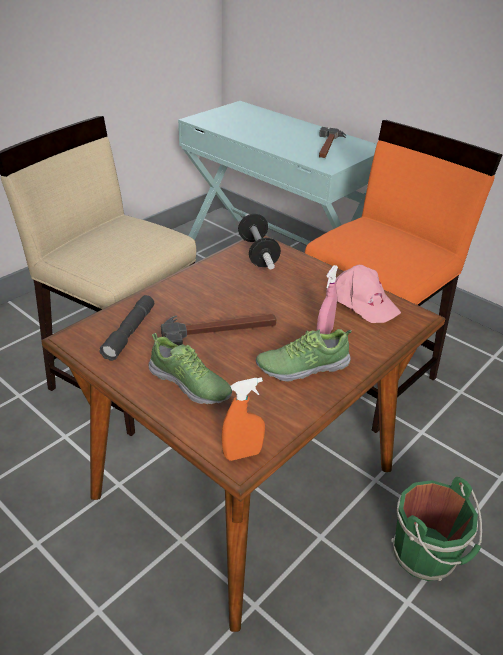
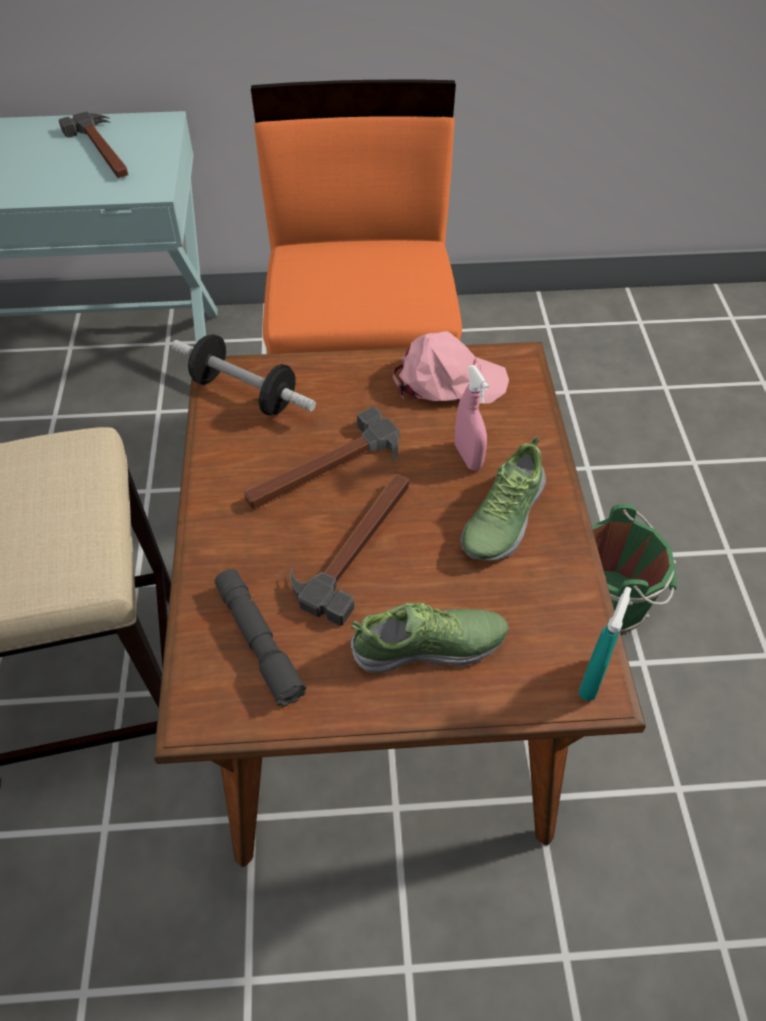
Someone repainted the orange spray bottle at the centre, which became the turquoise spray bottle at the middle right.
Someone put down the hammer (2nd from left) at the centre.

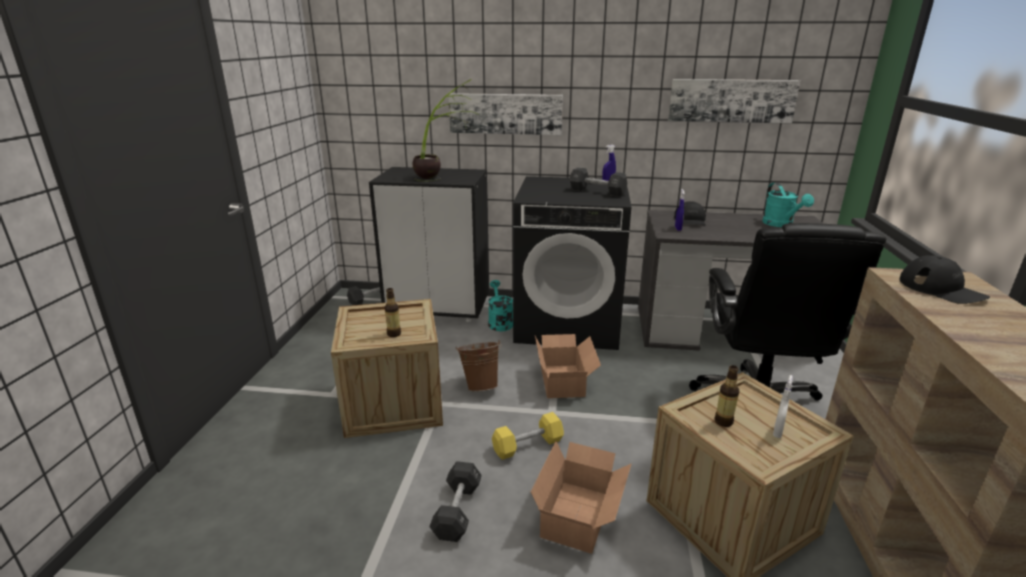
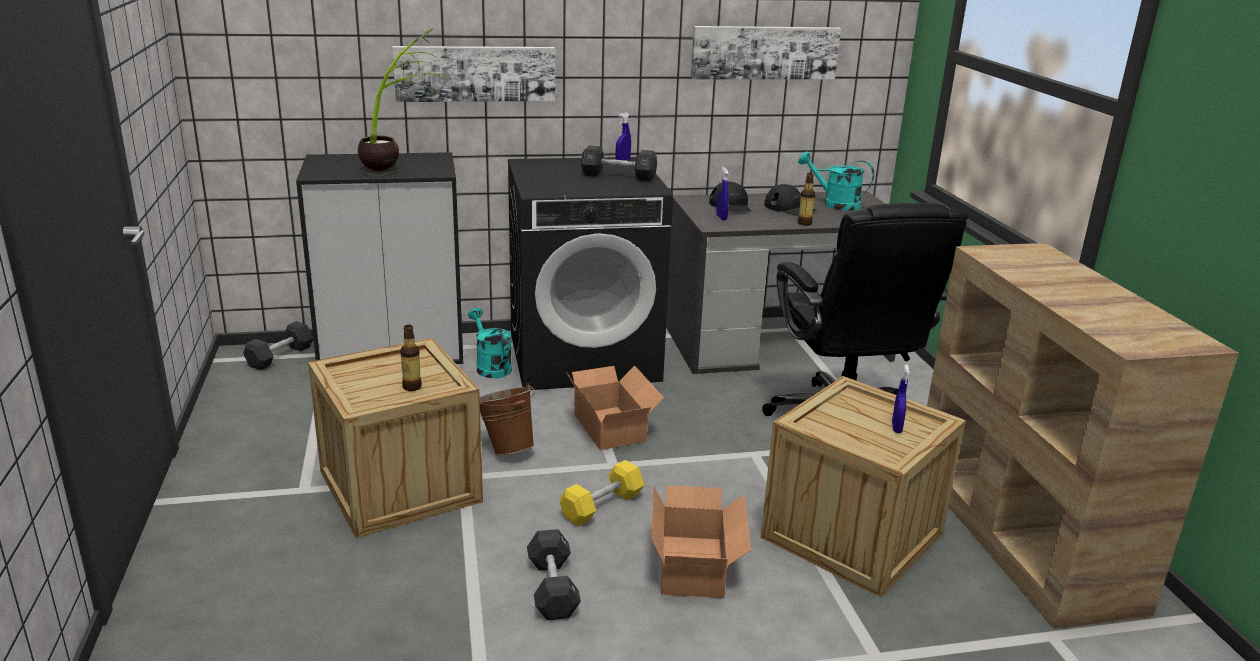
Someone carried the bottle (2nd from left) from the bottom right to the top centre.
Someone rotated the turquoise watering can (2nd from left) at the middle right by 150 degrees clockwise.
Someone repainted the white spray bottle at the bottom right, which became the blue spray bottle (3rd from left) at the middle right.
Someone carried the black cap (2nd from left) from the middle right to the top centre.

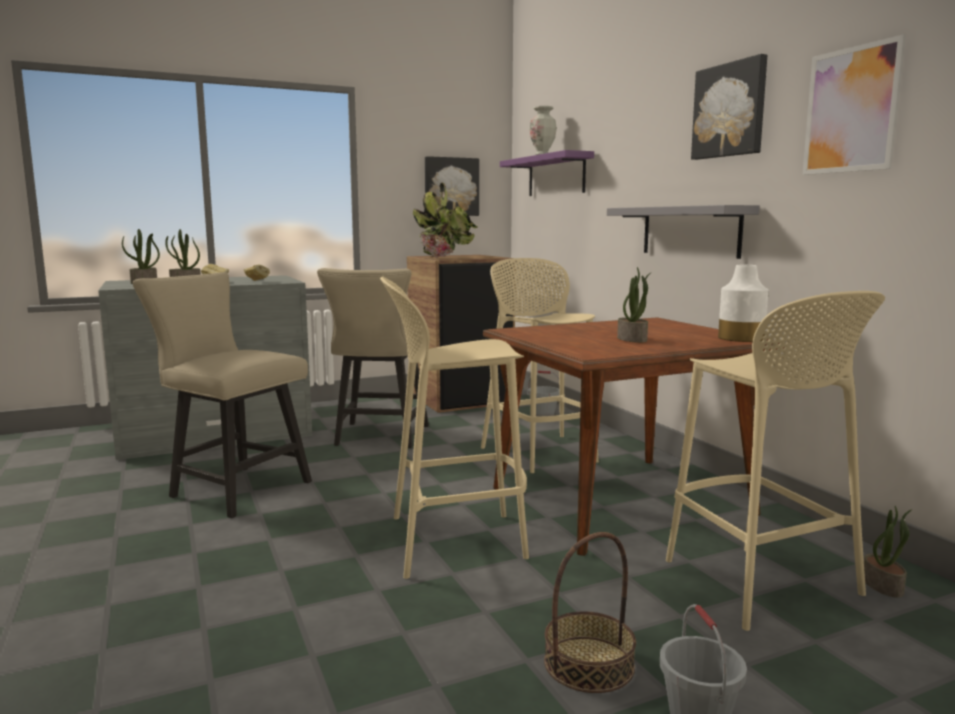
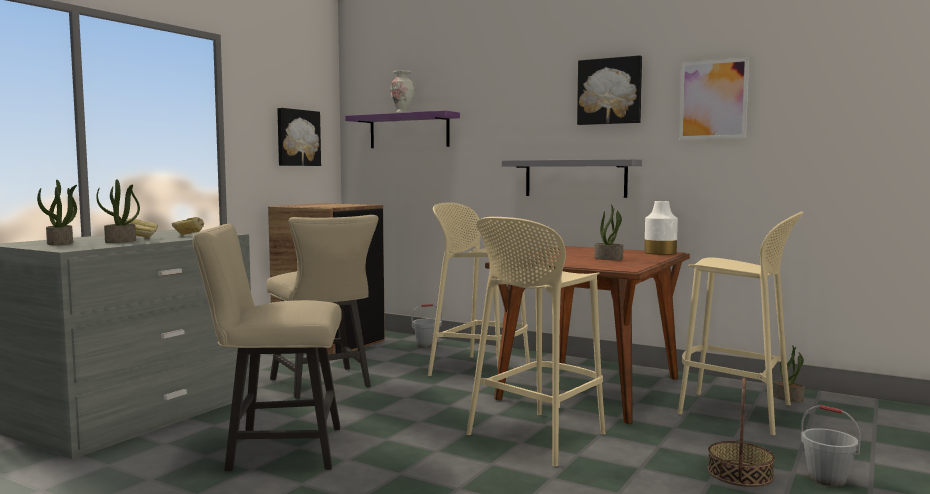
Someone took away the potted plant (3rd from left) at the top centre.

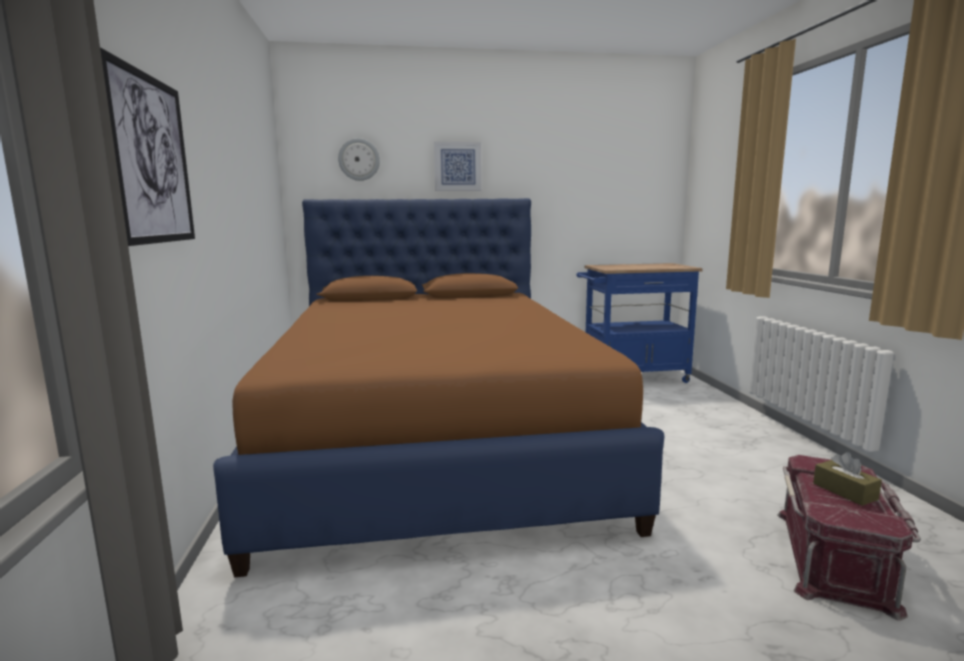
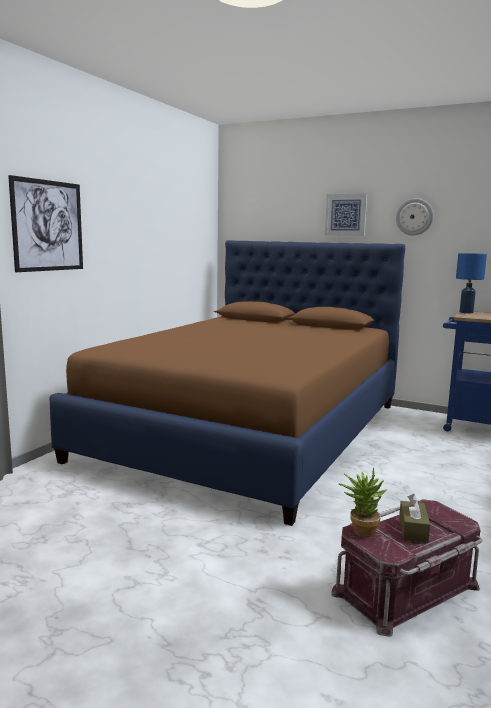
Someone carried the wall clock from the top centre to the top right.
Someone put down the potted plant at the bottom right.
Someone put down the blue table lamp at the middle right.

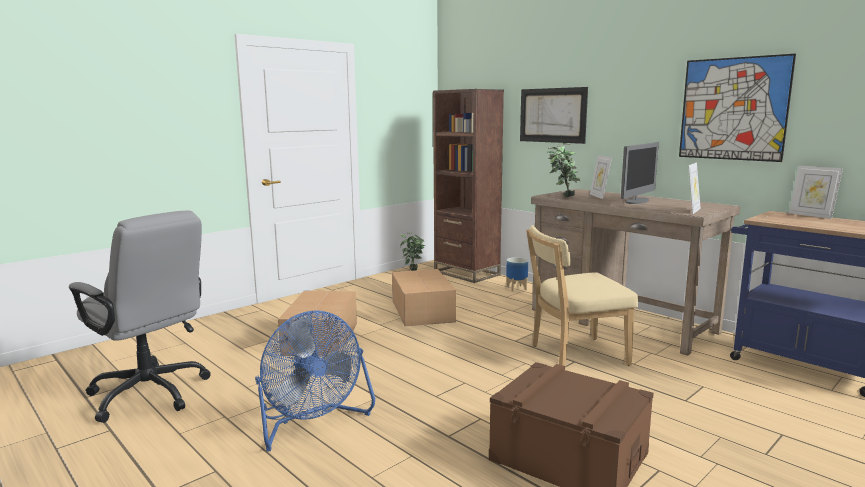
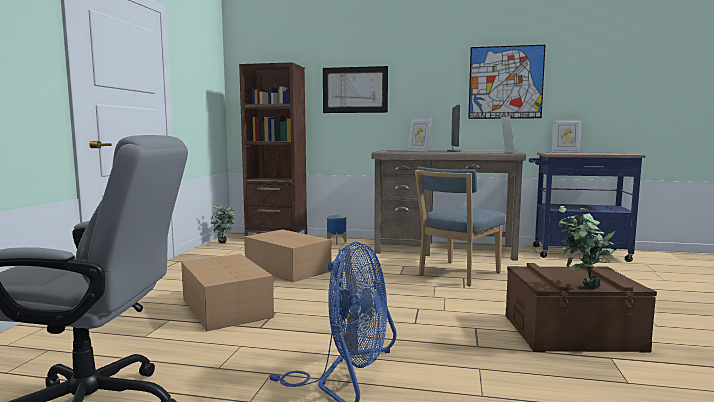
Someone repainted the beige chair at the middle right, which became the blue chair at the centre.
Someone carried the potted plant (2nd from left) from the centre to the middle right.

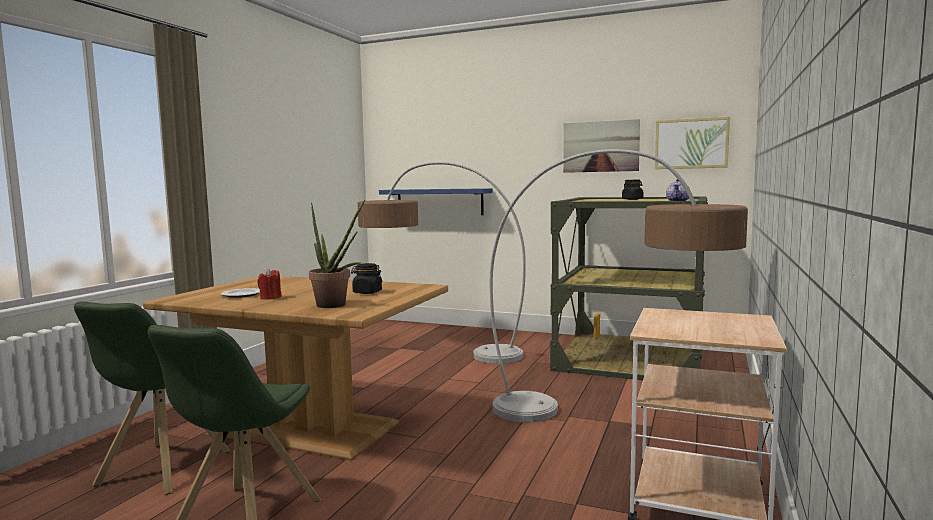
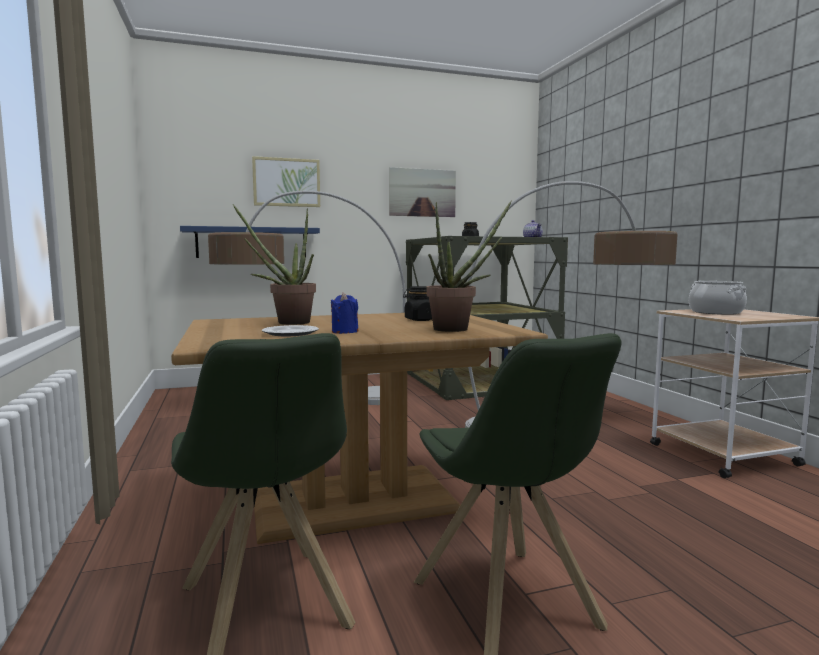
Someone repainted the red candle at the middle left, which became the blue candle at the centre.
Someone carried the picture (2nd from left in the first image) from the top right to the top centre.
Someone put down the potted plant (1st from left) at the centre.
Someone put down the cooking pot at the middle right.

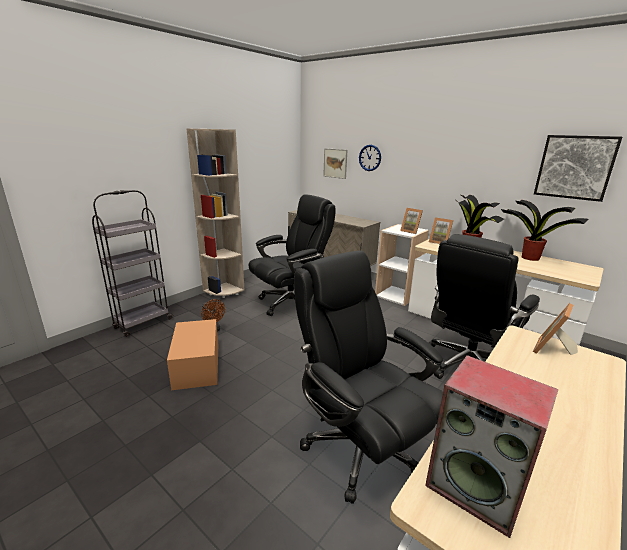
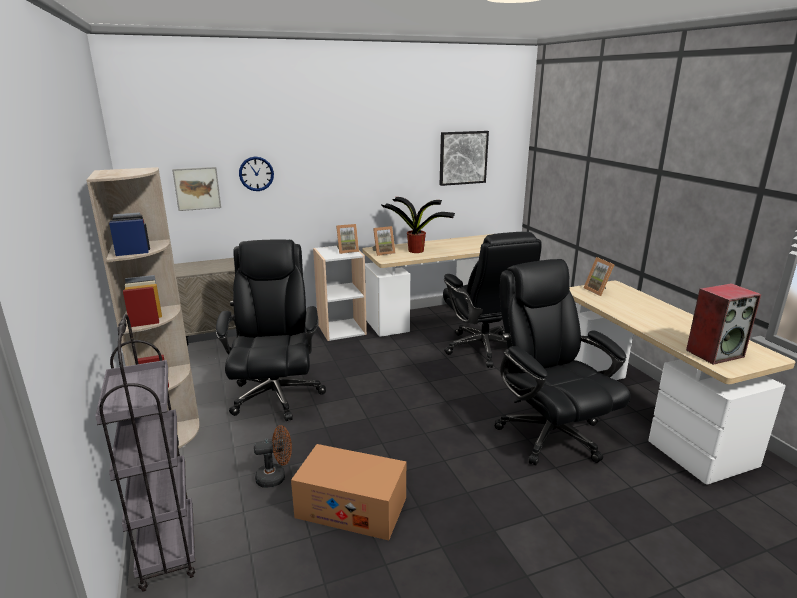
Someone rotated the black office chair (2nd from left in the first image) at the bottom centre by 75 degrees clockwise.
Someone took away the potted plant (2nd from left) at the middle right.

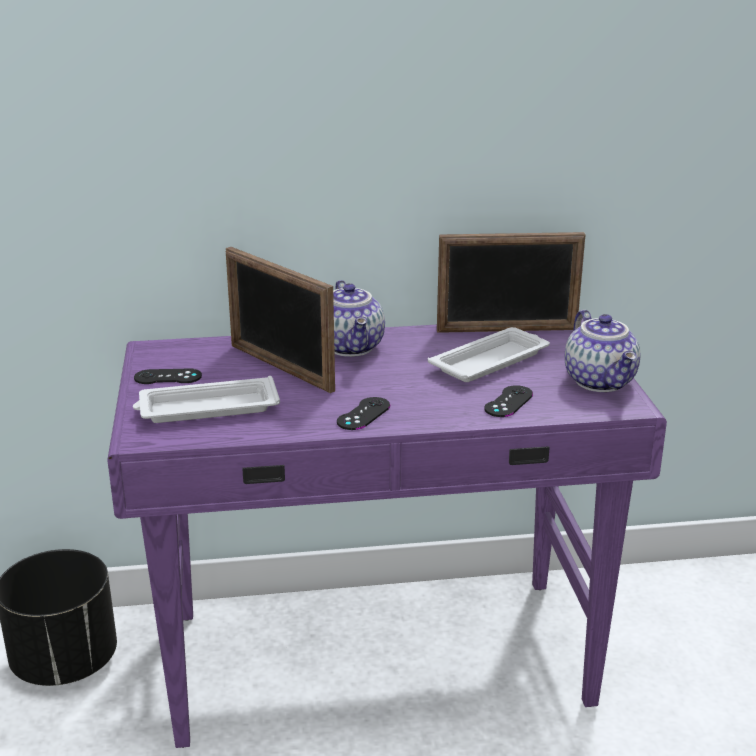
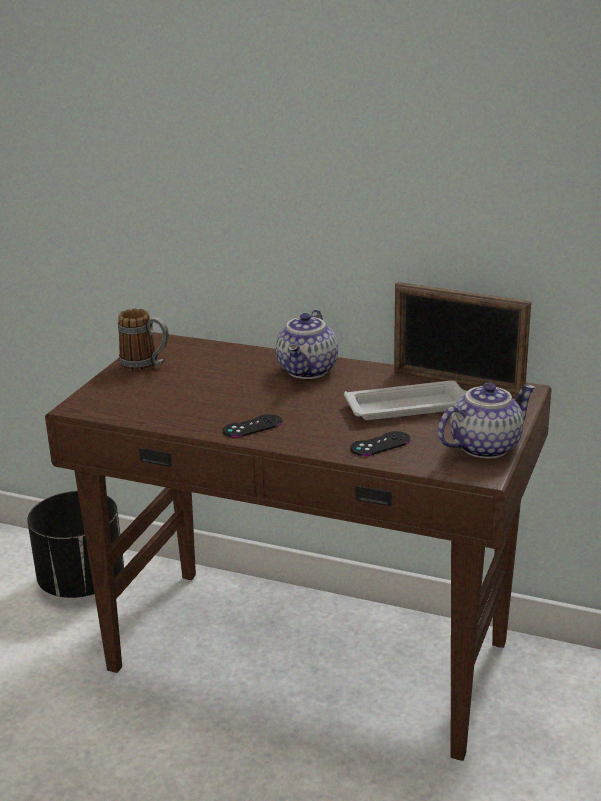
Someone repainted the purple console table at the bottom centre, which became the brown console table at the bottom centre.
Someone took away the white tray (1st from left) at the middle left.
Someone swapped the black game controller (1st from left) at the middle left for the mug at the middle left.
Someone took away the picture frame (1st from left) at the centre.
Someone rotated the teapot (2nd from left) at the middle right by 135 degrees counterclockwise.

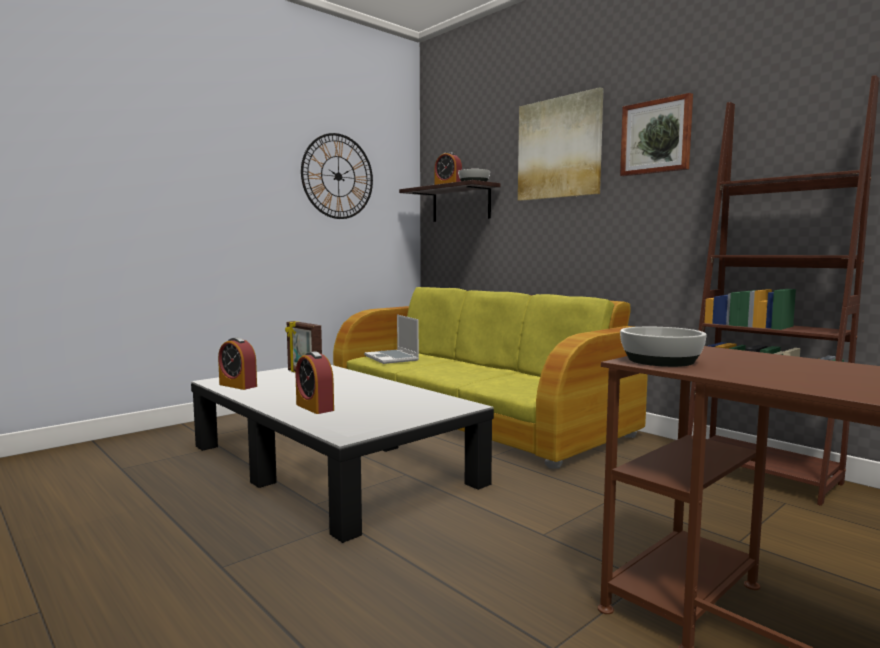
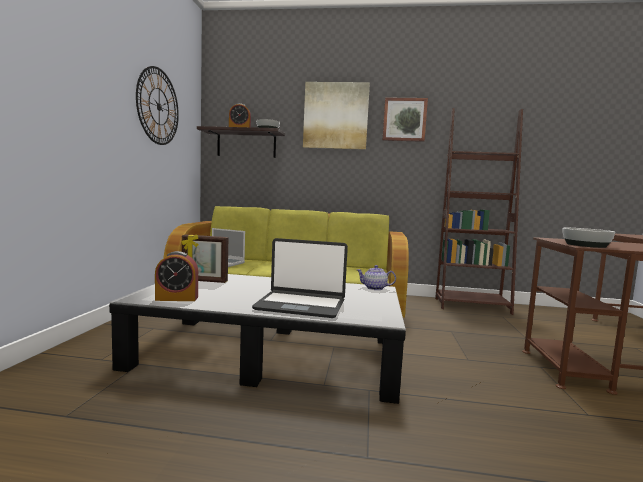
Someone swapped the alarm clock (2nd from left) at the centre for the laptop (2nd from left) at the centre.
Someone put down the teapot at the centre.

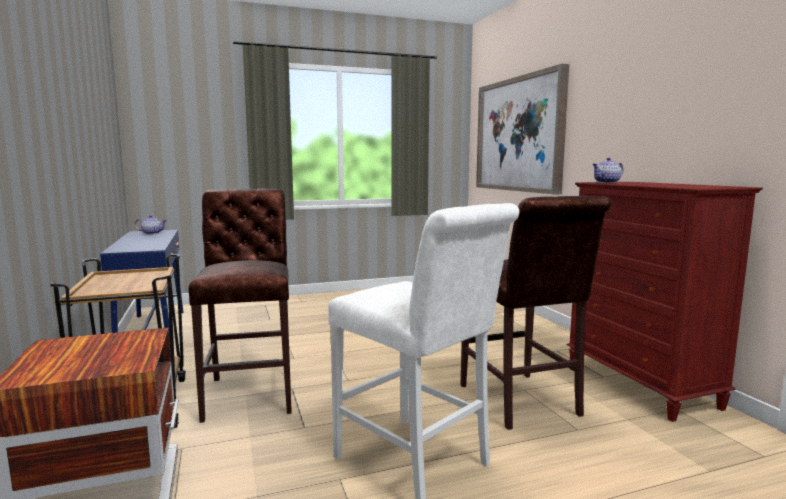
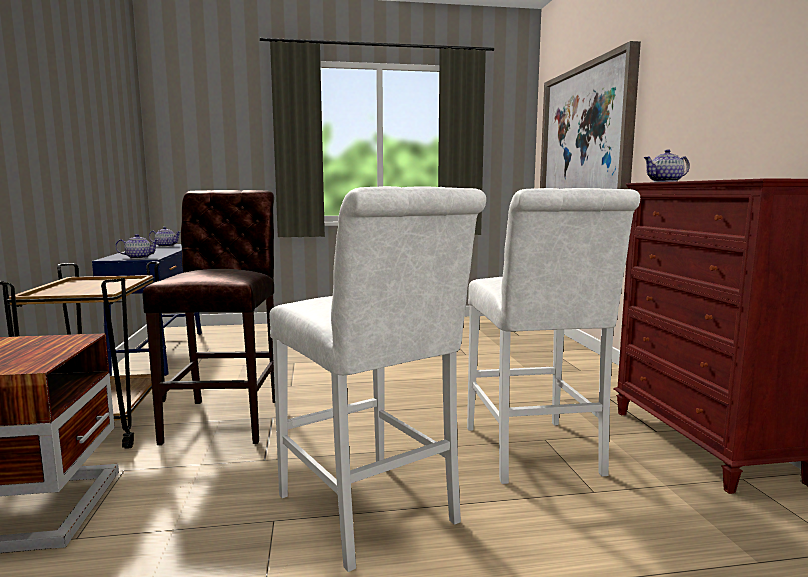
Someone repainted the brown stool (2nd from left) at the middle right, which became the white stool (2nd from left) at the middle right.
Someone put down the teapot (1st from left) at the middle left.

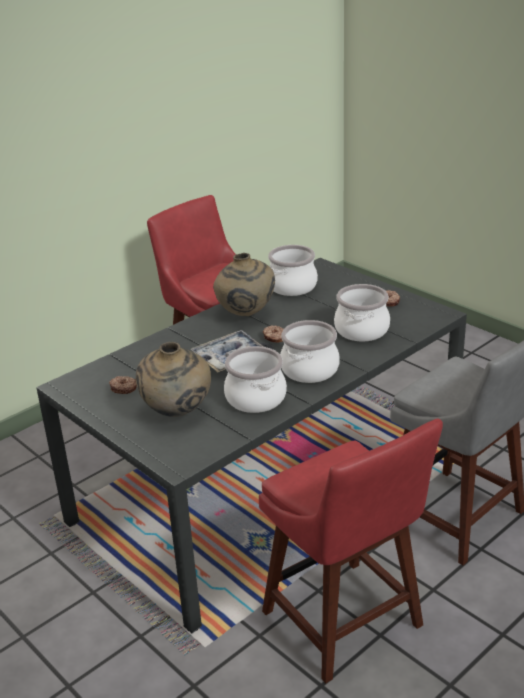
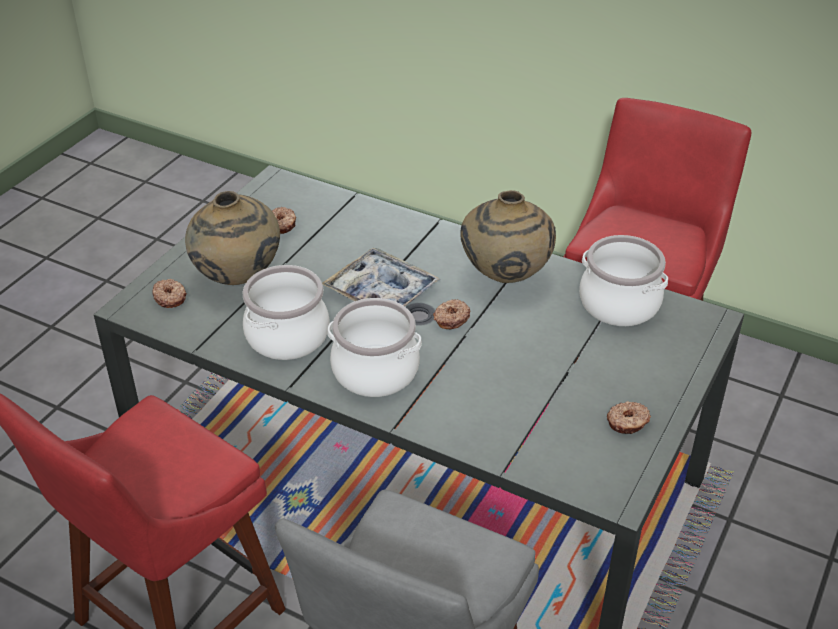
Someone took away the cooking pot (4th from left) at the middle right.
Someone put down the donut (1st from left) at the middle left.

